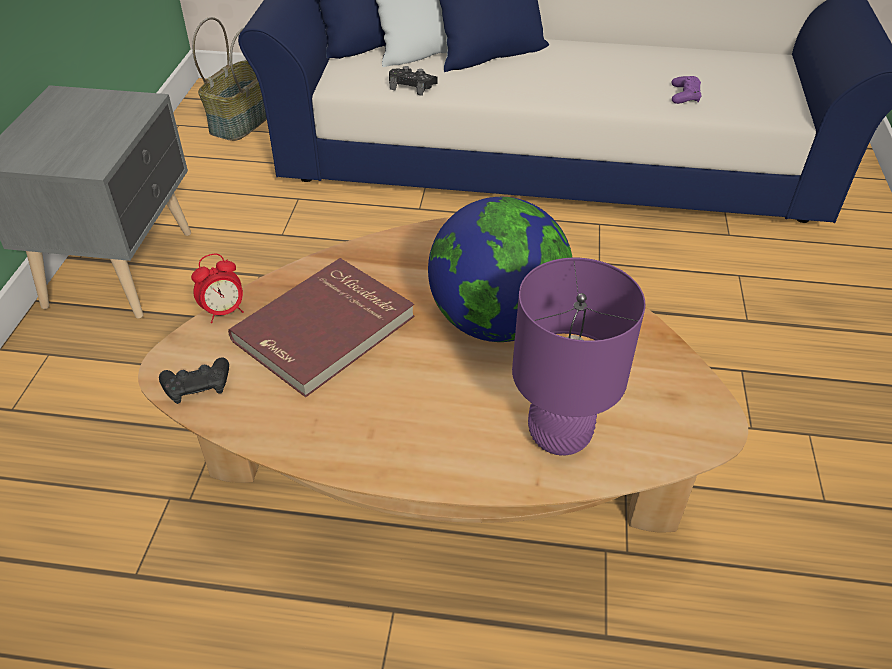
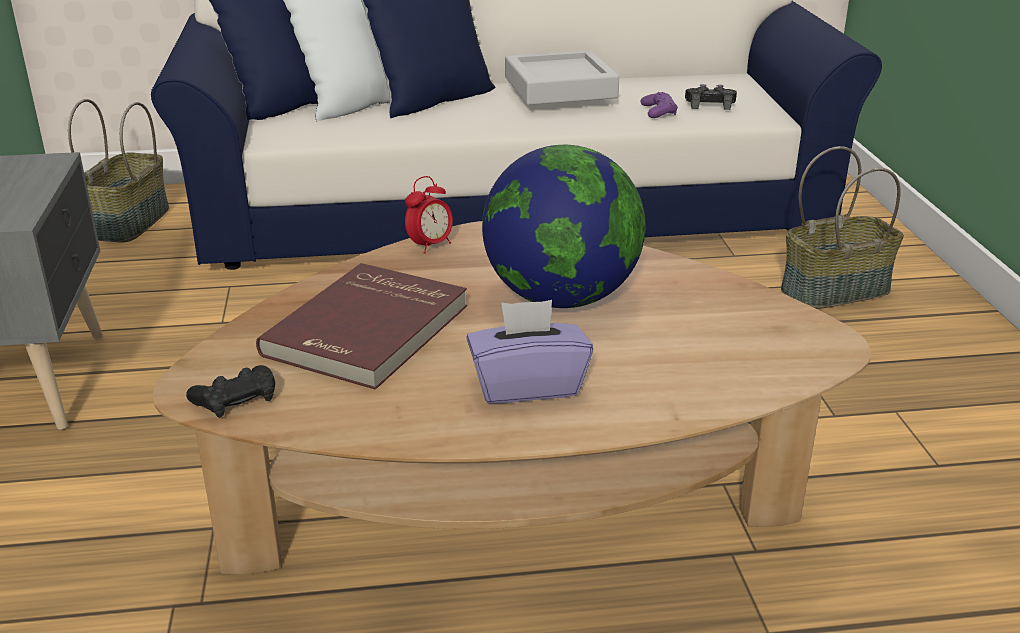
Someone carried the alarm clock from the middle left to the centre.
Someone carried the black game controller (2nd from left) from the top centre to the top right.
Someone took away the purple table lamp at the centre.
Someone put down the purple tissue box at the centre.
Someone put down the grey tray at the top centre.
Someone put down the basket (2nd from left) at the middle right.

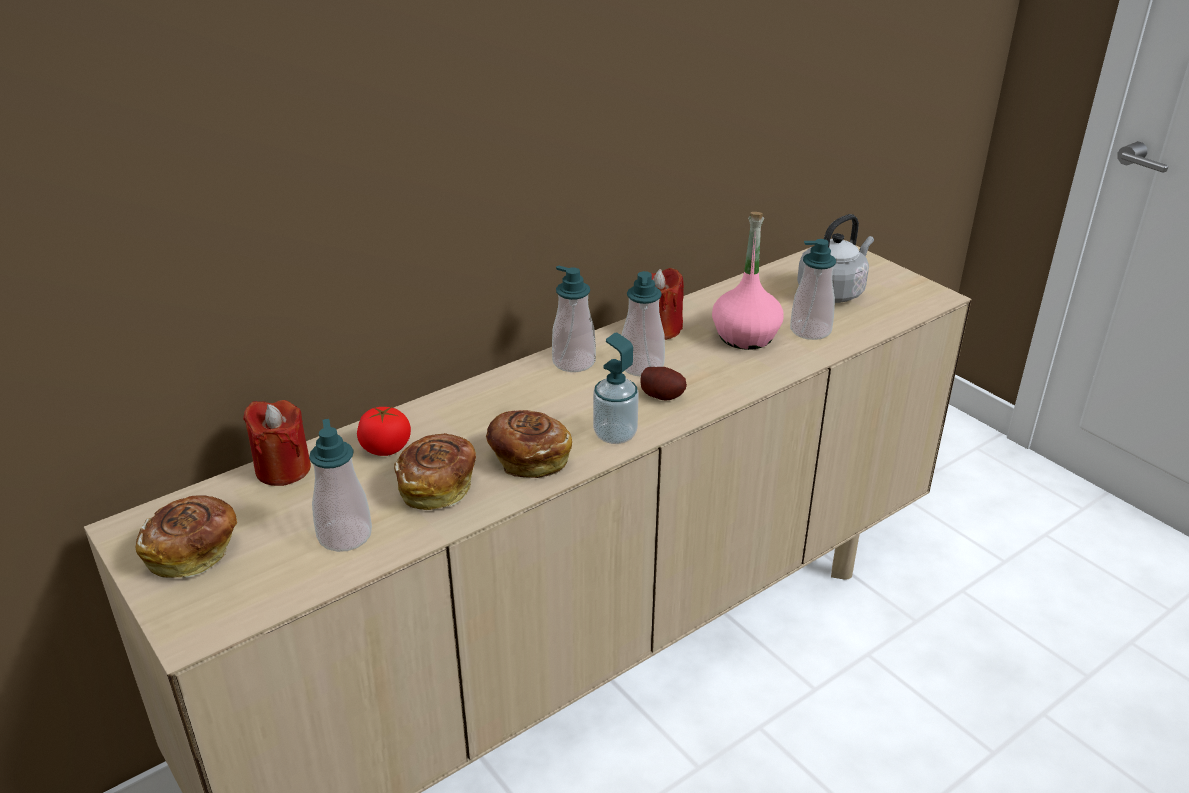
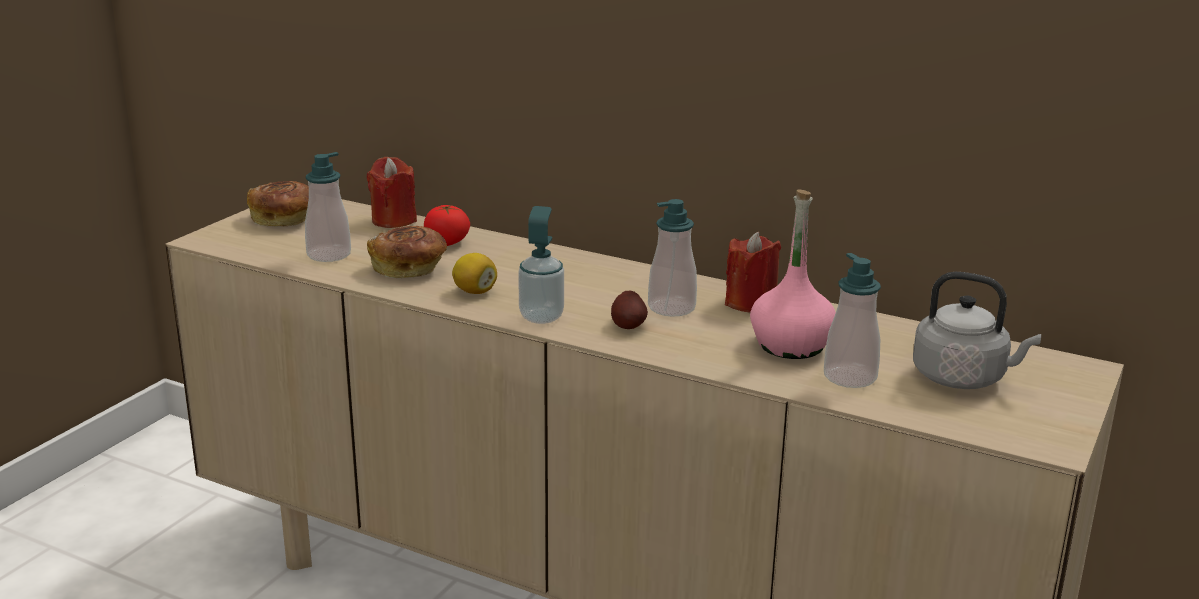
Someone swapped the bread (3rd from left) at the centre for the lemon at the centre.
Someone took away the soap dispenser (2nd from left) at the centre.

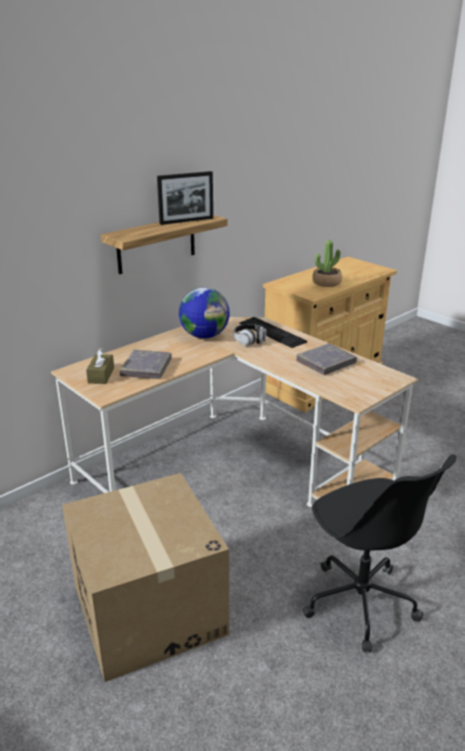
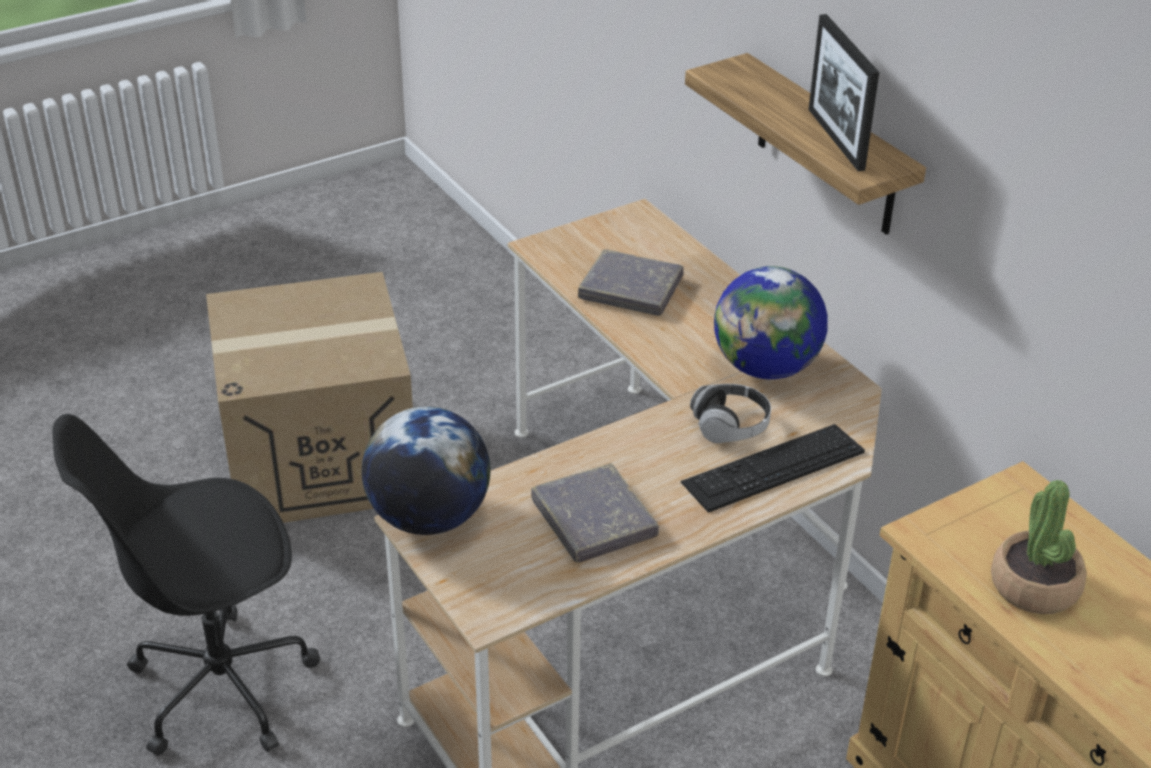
Someone took away the brown tissue box at the middle left.
Someone put down the globe (1st from left) at the centre.

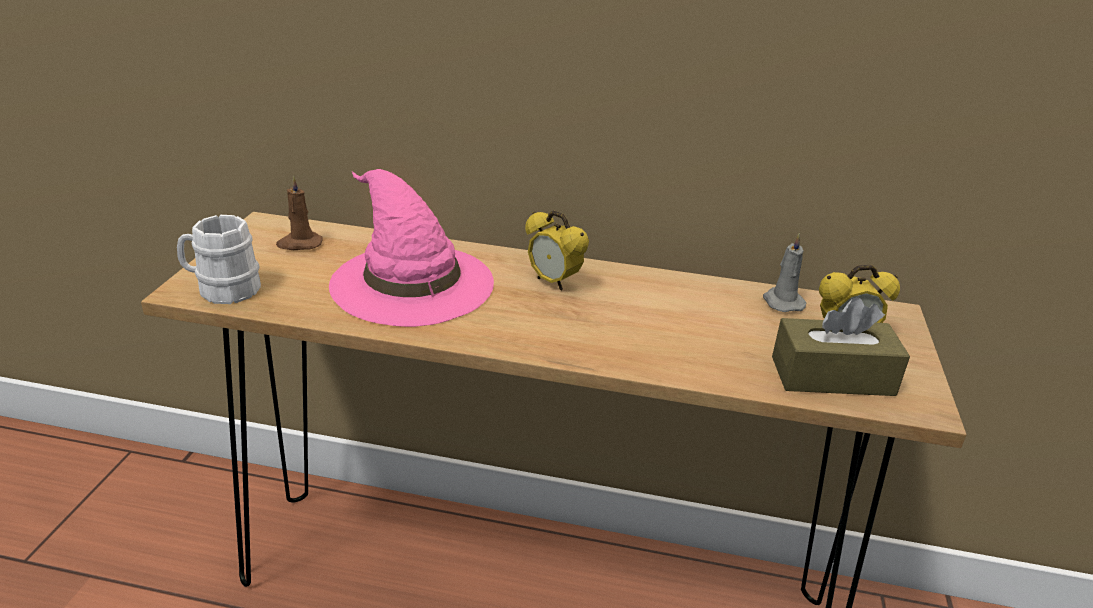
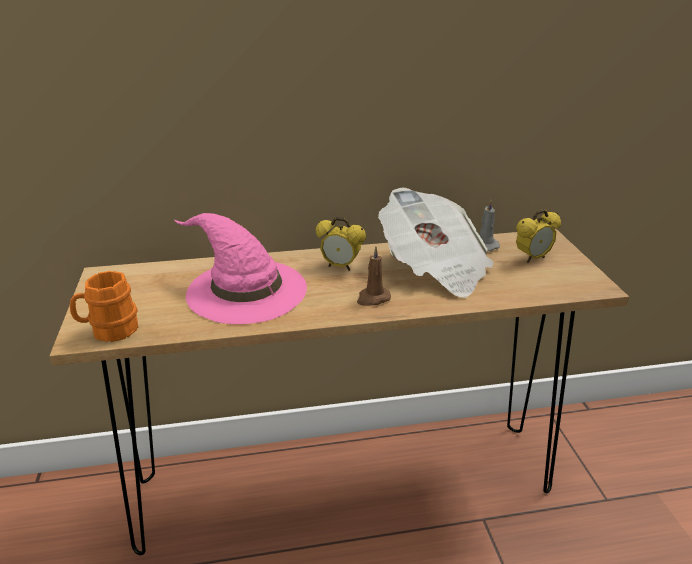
Someone repainted the white mug at the middle left, which became the orange mug at the middle left.
Someone carried the brown candle from the middle left to the centre.
Someone took away the brown tissue box at the middle right.
Someone put down the newspaper at the centre.

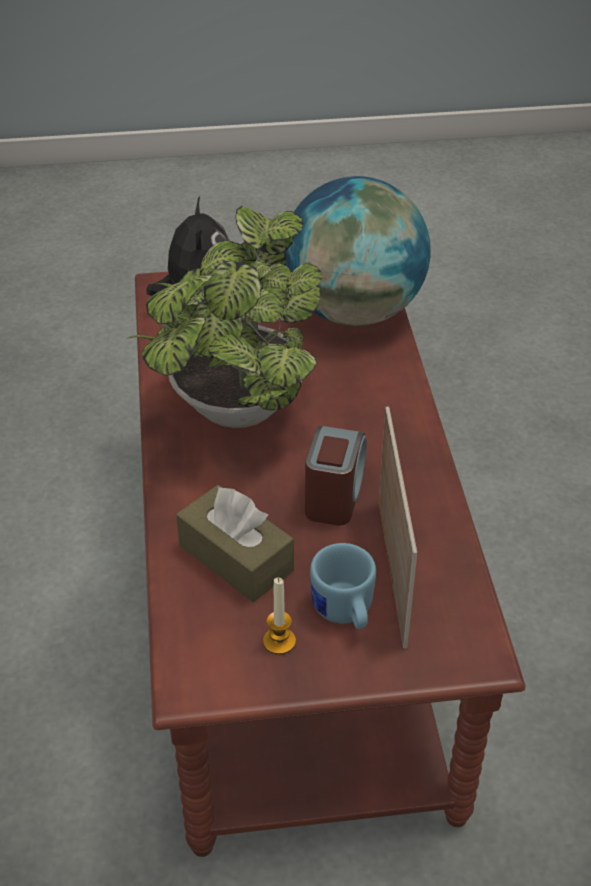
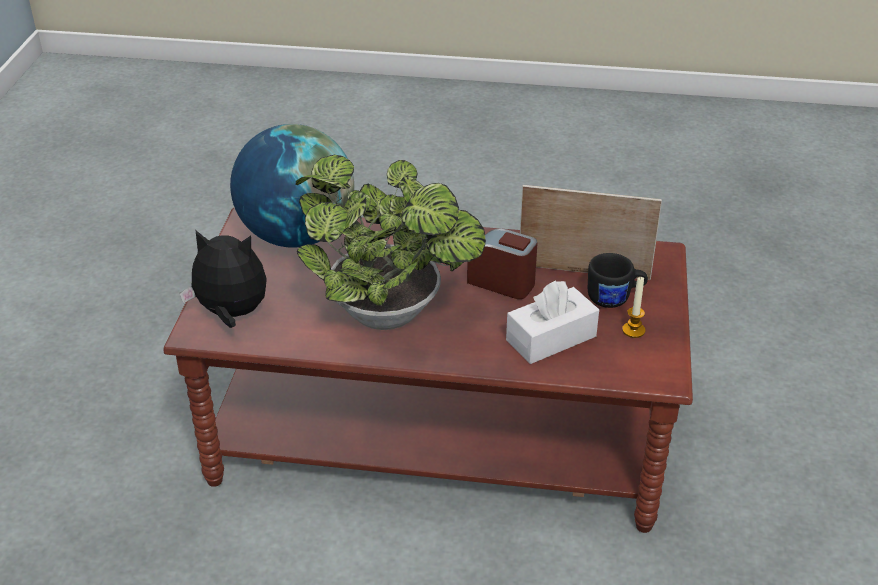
Someone repainted the brown tissue box at the centre, which became the white tissue box at the centre.
Someone repainted the blue mug at the centre, which became the black mug at the middle right.

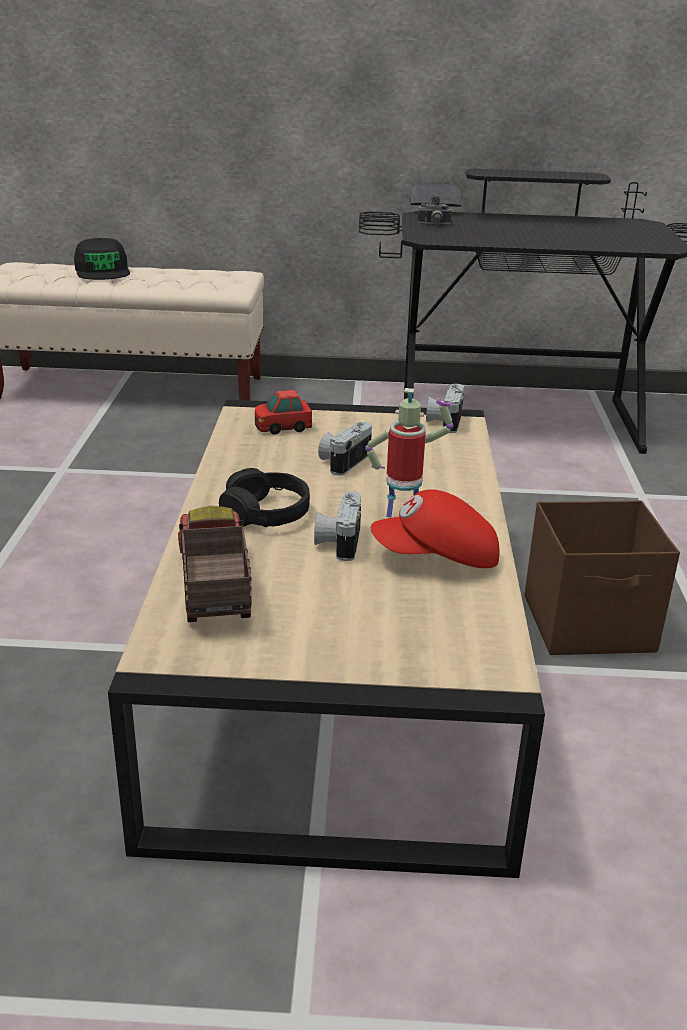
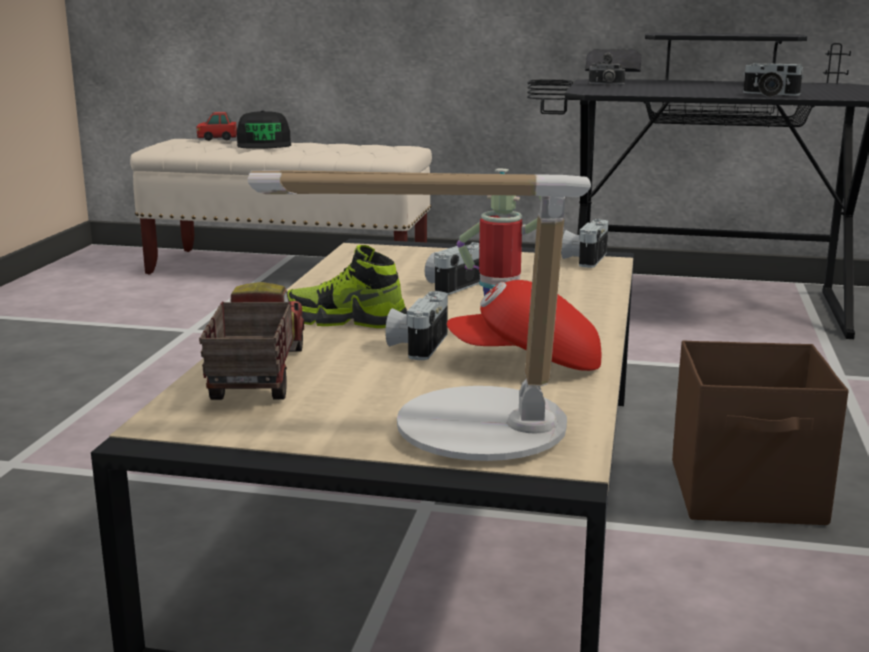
Someone swapped the black headphones at the centre for the shoe at the centre.
Someone carried the toy car from the centre to the top left.
Someone put down the table lamp at the centre.
Someone put down the photo camera (5th from left) at the top right.

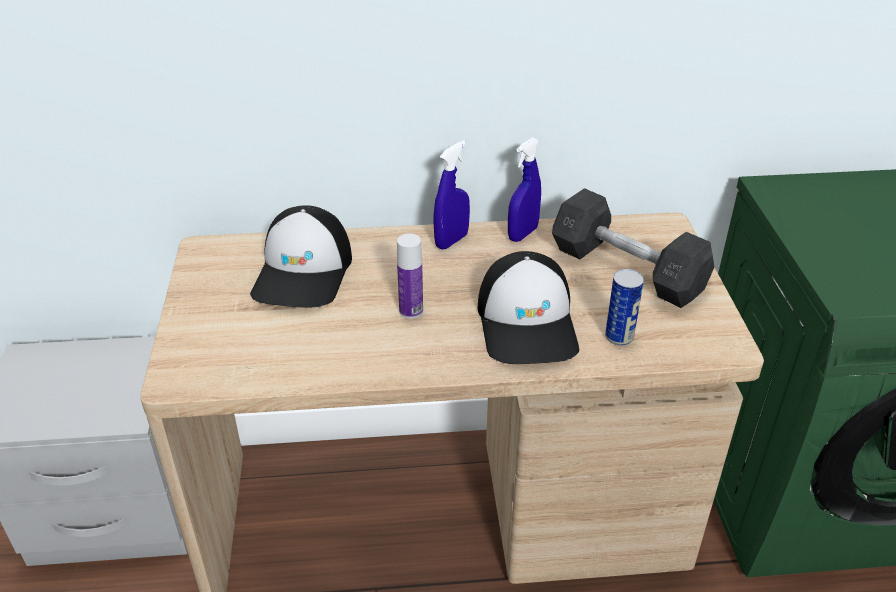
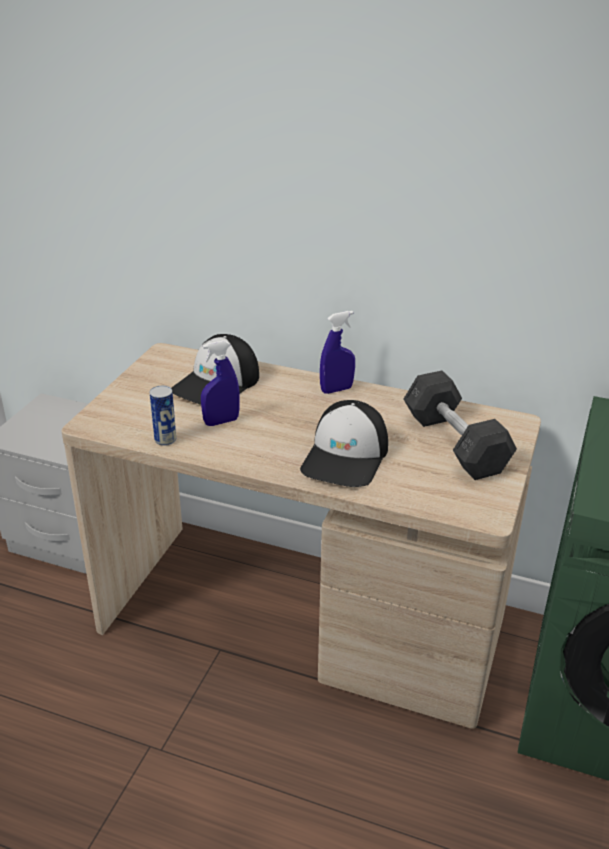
Someone took away the bottle at the centre.
Someone carried the blue spray bottle (2nd from left in the first image) from the top centre to the centre.
Someone carried the can from the middle right to the middle left.

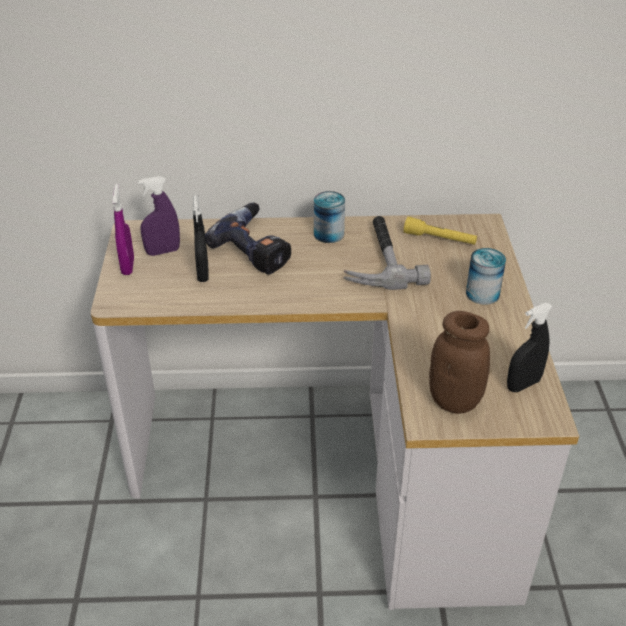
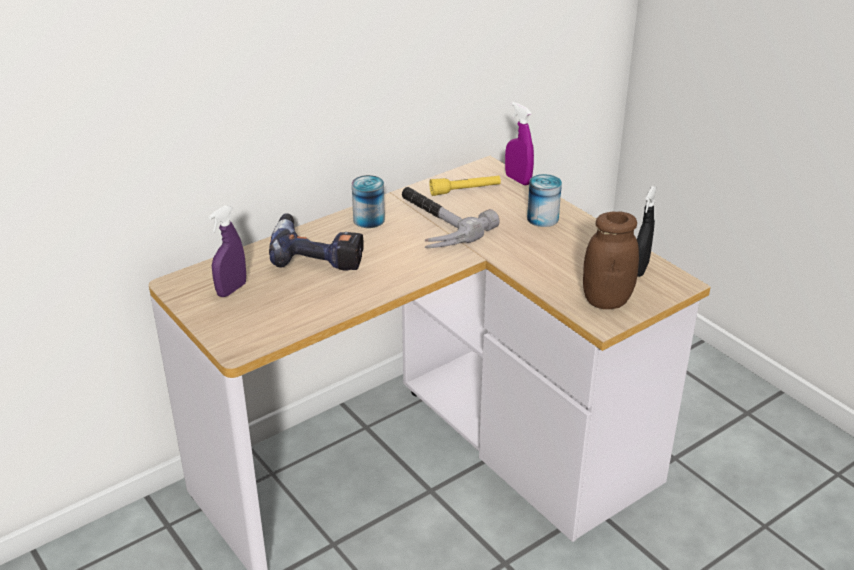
Someone carried the purple spray bottle (1st from left in the first image) from the middle left to the top centre.
Someone took away the black spray bottle (1st from left) at the middle left.

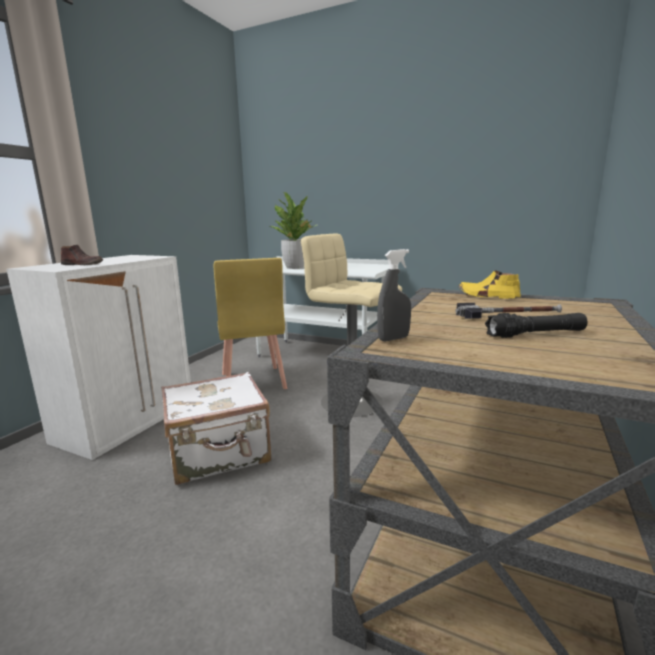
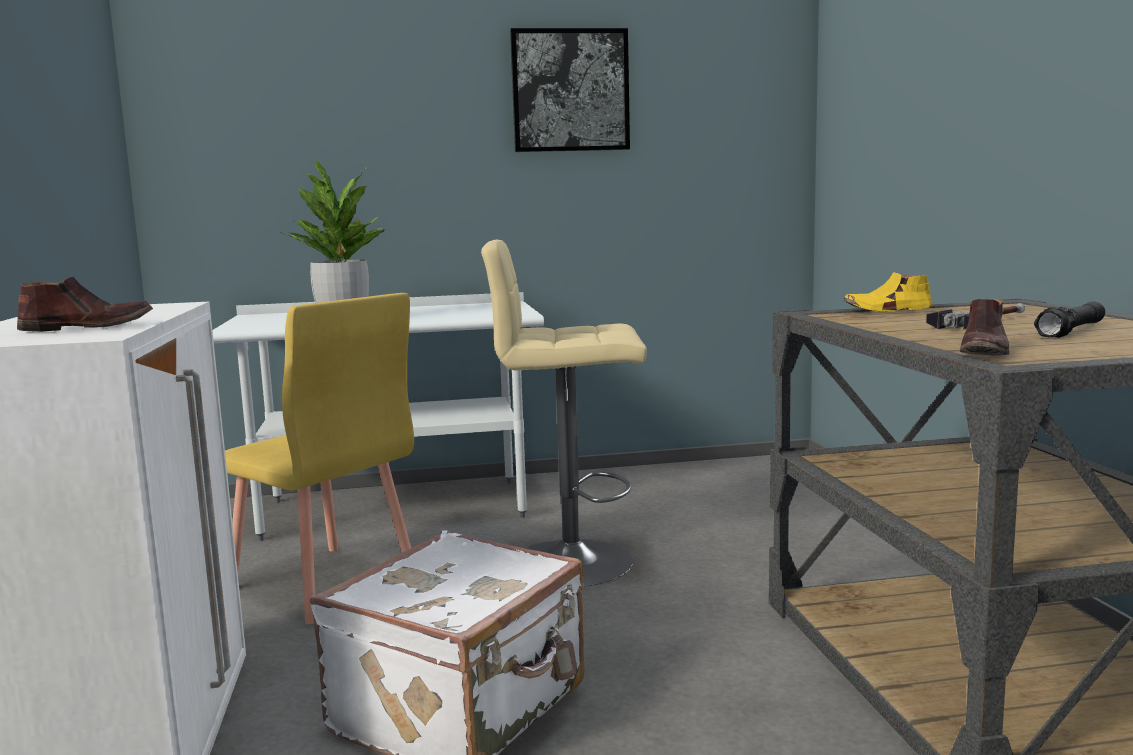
Someone swapped the grey spray bottle at the centre for the brown shoe (2nd from left) at the middle right.
Someone put up the picture at the top centre.

